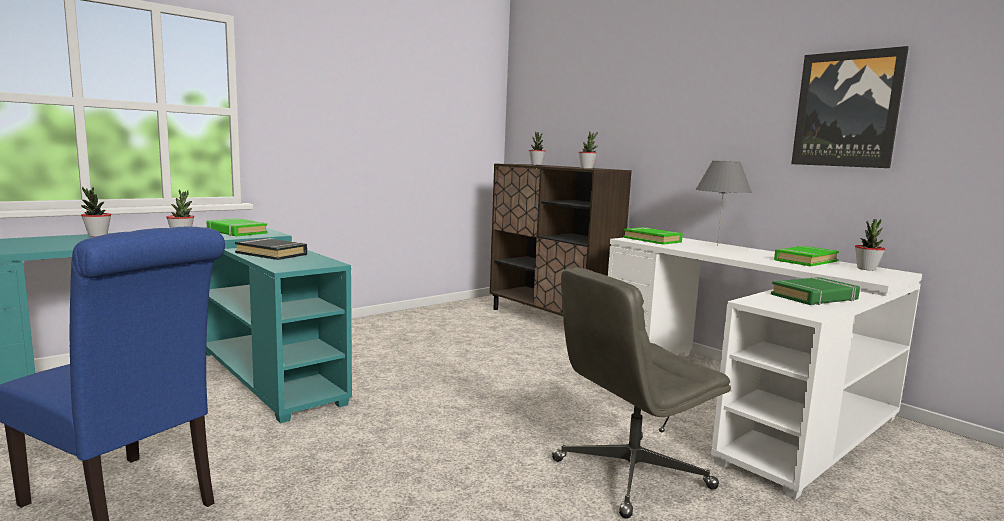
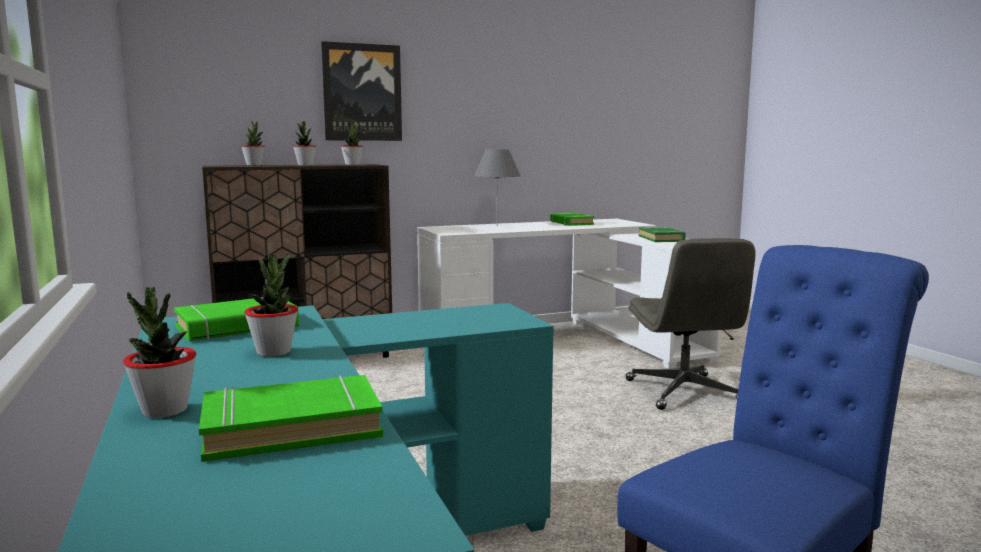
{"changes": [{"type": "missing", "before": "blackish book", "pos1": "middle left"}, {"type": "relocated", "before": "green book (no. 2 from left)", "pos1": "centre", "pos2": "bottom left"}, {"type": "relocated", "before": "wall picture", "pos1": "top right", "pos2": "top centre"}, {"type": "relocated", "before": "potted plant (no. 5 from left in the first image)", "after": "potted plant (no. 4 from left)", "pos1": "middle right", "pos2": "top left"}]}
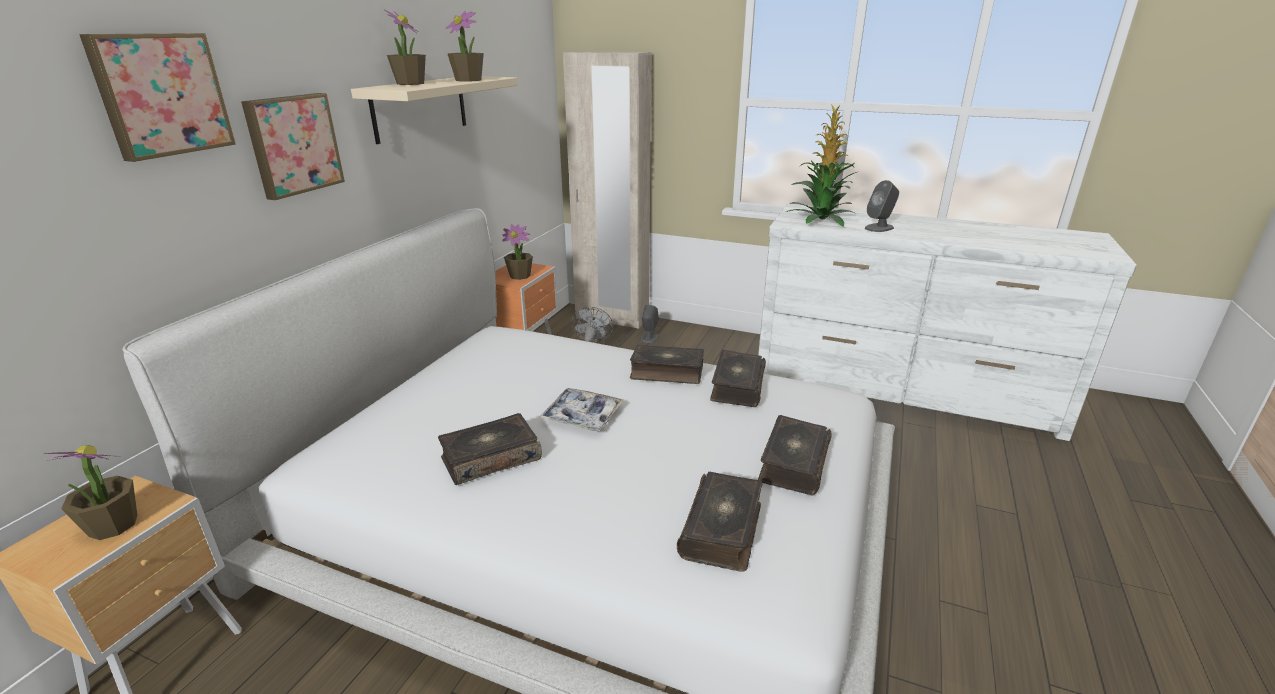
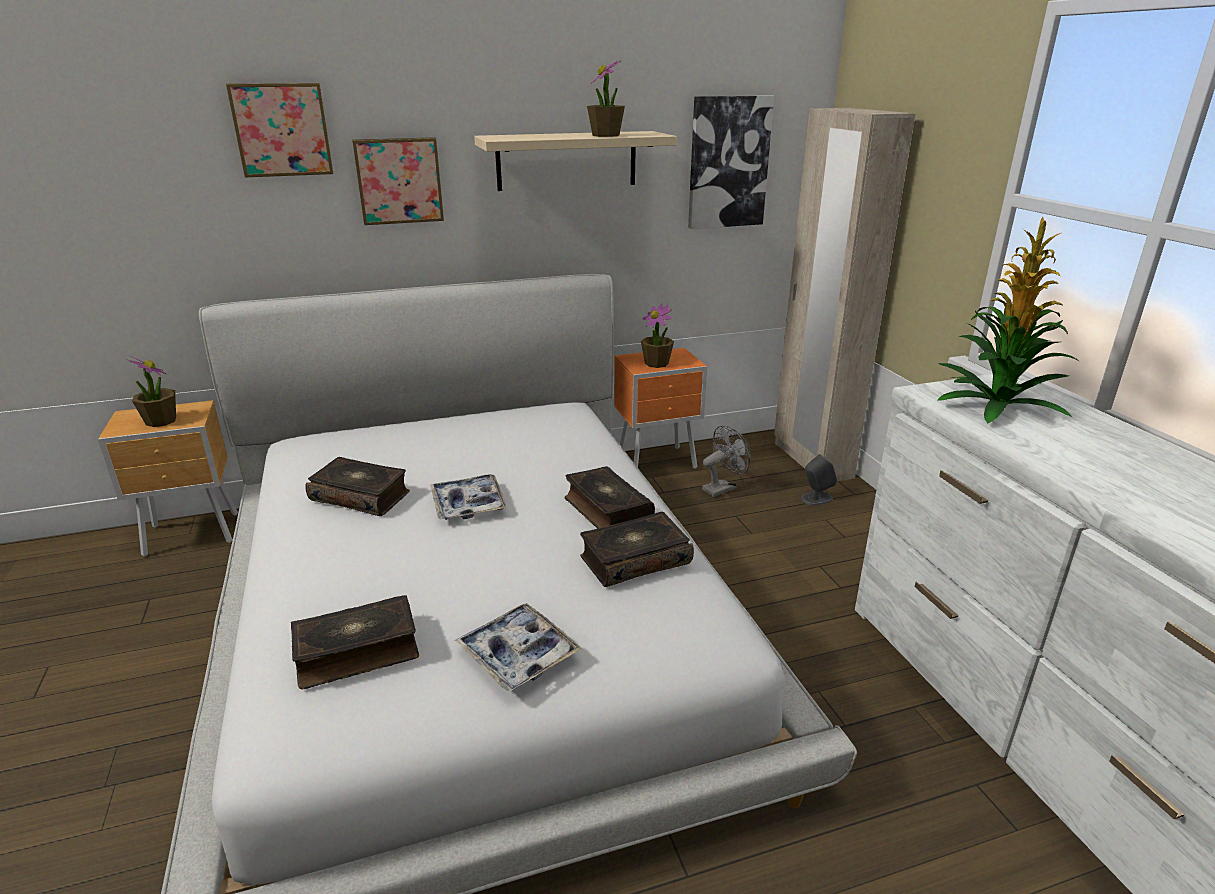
{"changes": [{"type": "missing", "before": "potted plant (no. 2 from left)", "pos1": "top left"}, {"type": "missing", "before": "greyish speaker (no. 2 from left)", "pos1": "top right"}, {"type": "appeared", "after": "wall picture (no. 3 from left)", "pos2": "top centre"}, {"type": "exchanged", "before": "book (no. 5 from left)", "after": "serving tray (no. 2 from left)", "pos1": "centre", "pos2": "bottom centre"}]}
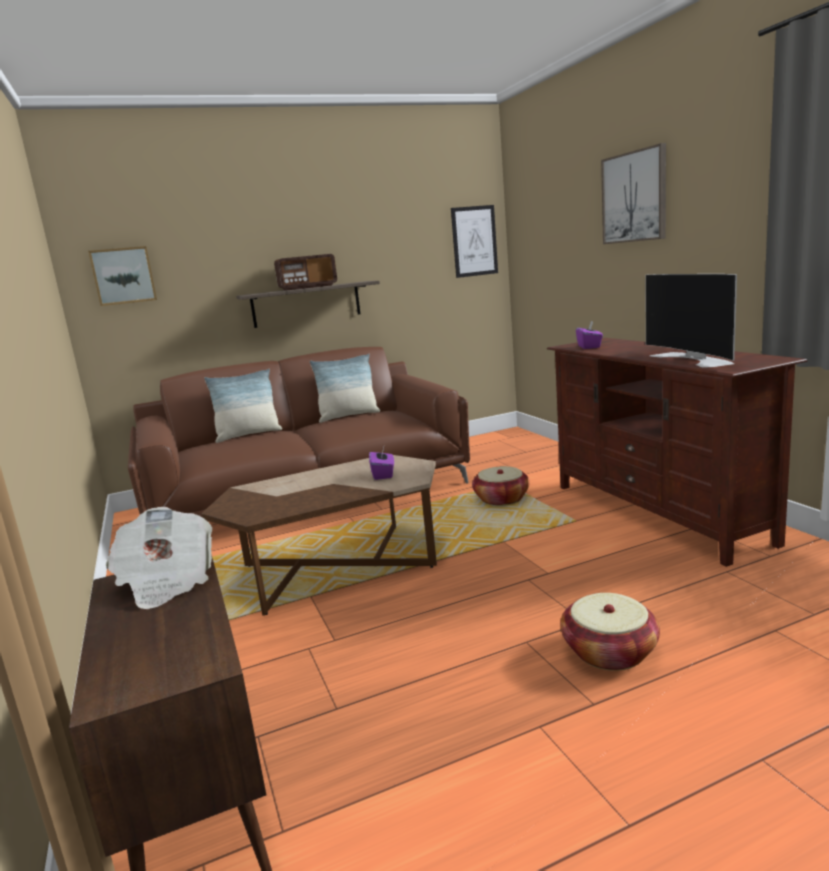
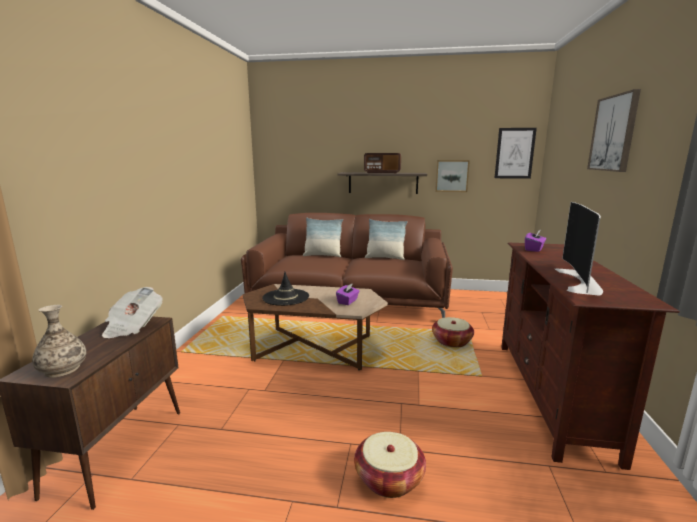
{"changes": [{"type": "appeared", "after": "decorative vase", "pos2": "middle left"}, {"type": "appeared", "after": "blackish hat", "pos2": "centre"}, {"type": "relocated", "before": "wall picture (no. 1 from left)", "pos1": "top left", "pos2": "centre"}]}
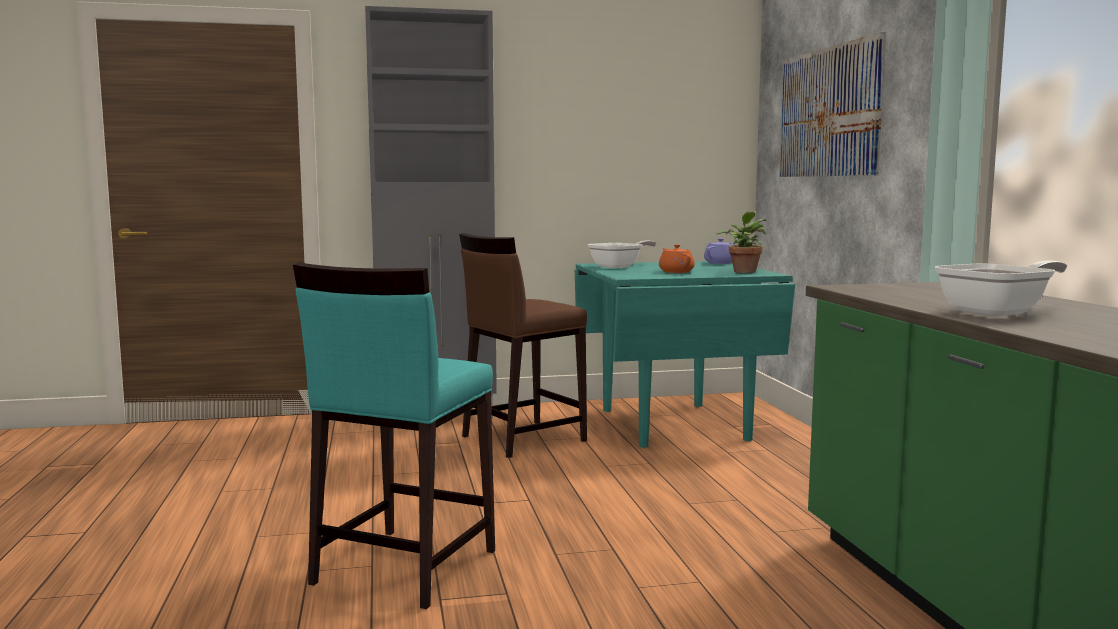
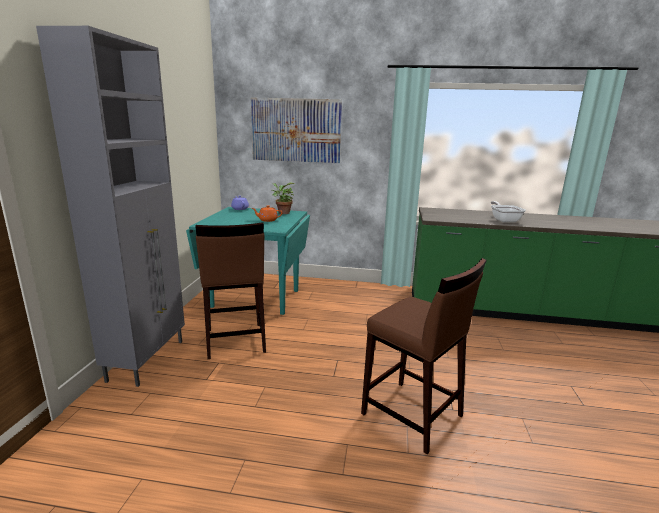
{"changes": [{"type": "missing", "before": "skillet (no. 1 from left)", "pos1": "centre"}, {"type": "colour", "before": "turquoise-coloured stool", "after": "brownish stool (no. 2 from left)", "pos1": "bottom centre", "pos2": "bottom centre"}]}
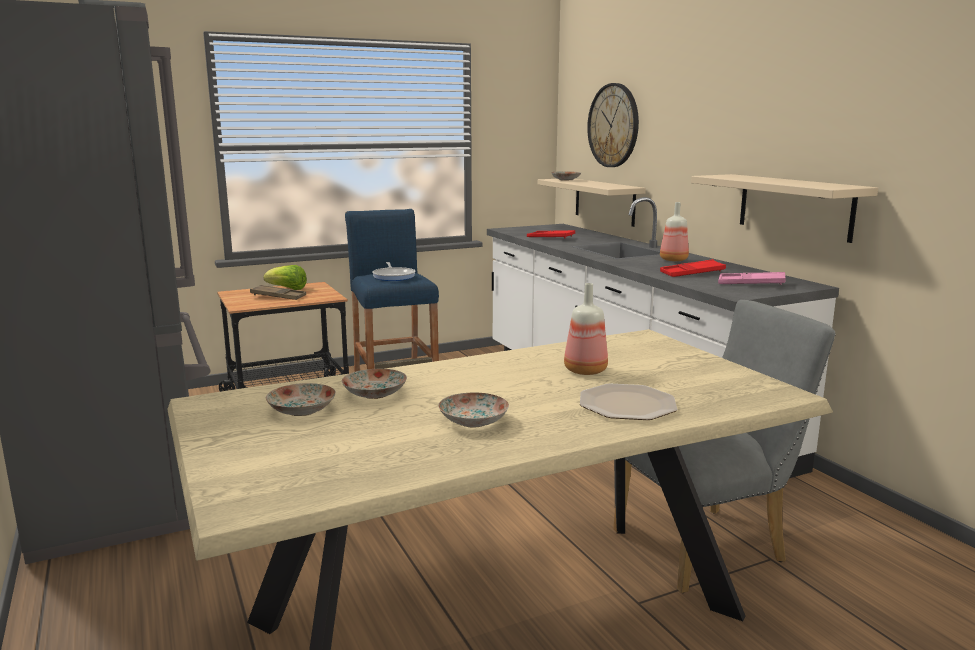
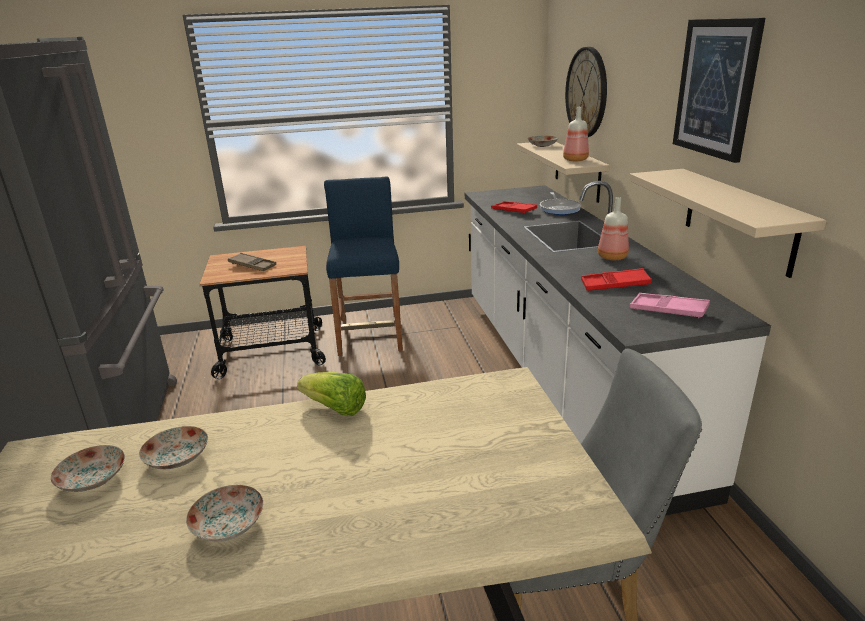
{"changes": [{"type": "missing", "before": "flat dish (no. 5 from left)", "pos1": "centre"}, {"type": "appeared", "after": "wall picture", "pos2": "top right"}, {"type": "relocated", "before": "head of lettuce", "pos1": "middle left", "pos2": "centre"}, {"type": "relocated", "before": "skillet", "pos1": "centre", "pos2": "top centre"}, {"type": "relocated", "before": "bottle (no. 1 from left)", "pos1": "centre", "pos2": "top centre"}]}
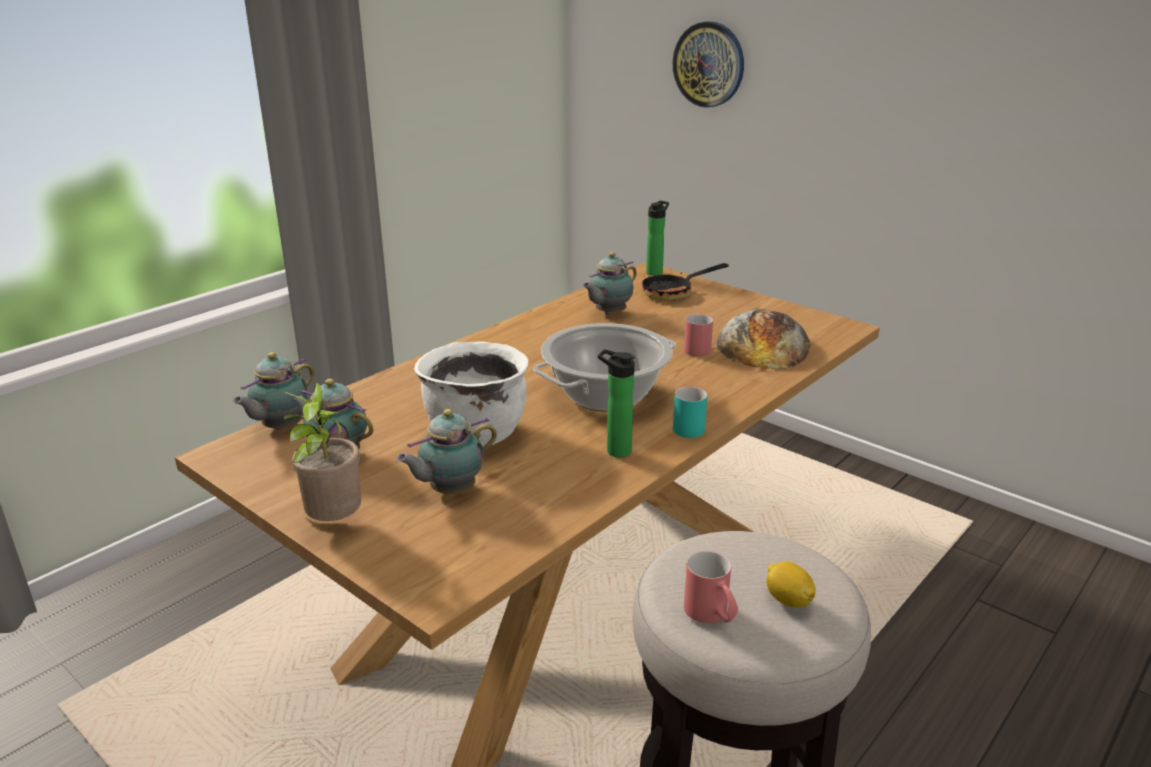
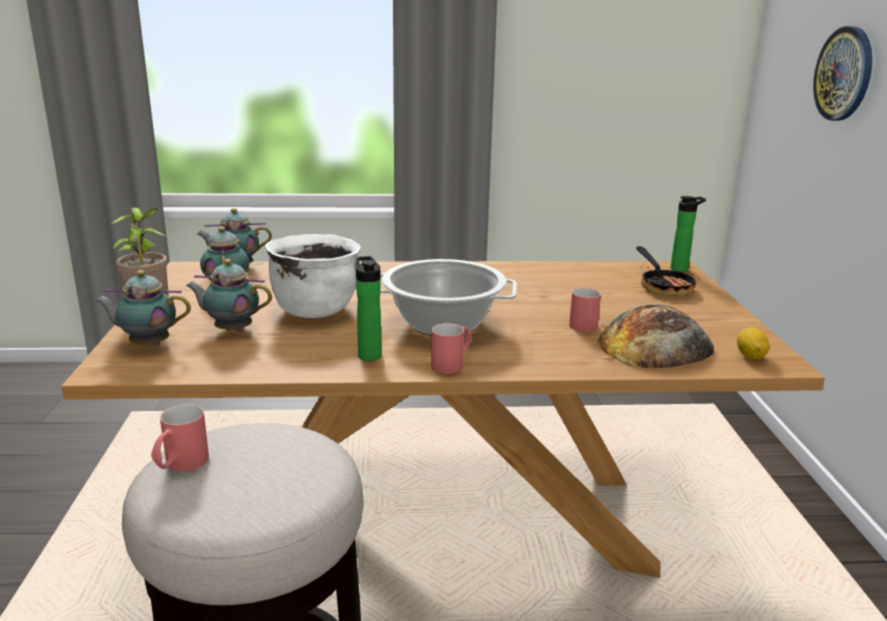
{"changes": [{"type": "relocated", "before": "teapot (no. 4 from left in the first image)", "after": "teapot (no. 1 from left)", "pos1": "centre", "pos2": "middle left"}, {"type": "relocated", "before": "whole lemon", "pos1": "bottom right", "pos2": "middle right"}, {"type": "colour", "before": "turquoise-coloured coffee mug", "after": "red coffee mug (no. 2 from left)", "pos1": "centre", "pos2": "centre"}, {"type": "spun", "before": "skillet", "pos1": "centre", "pos2": "middle right", "turn": -120}]}
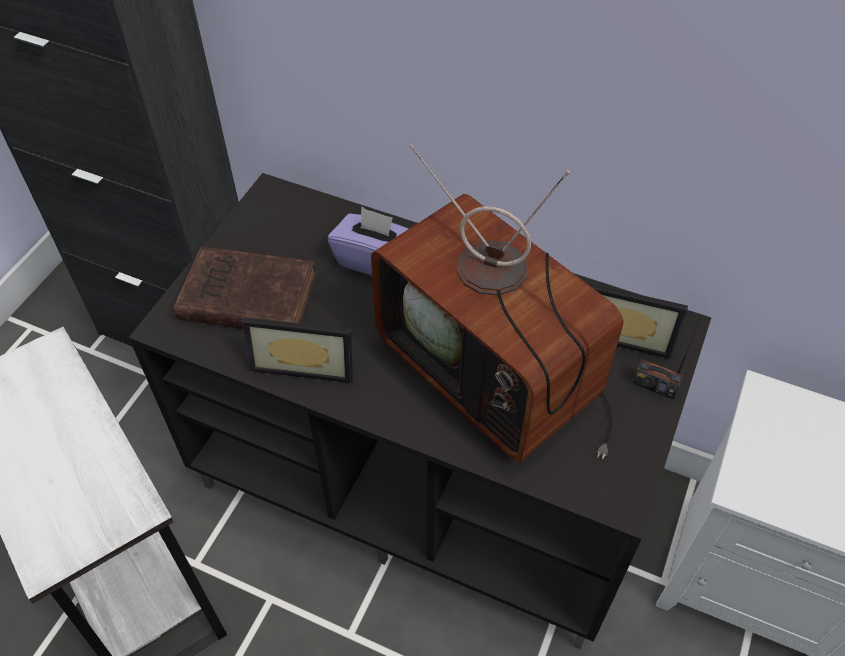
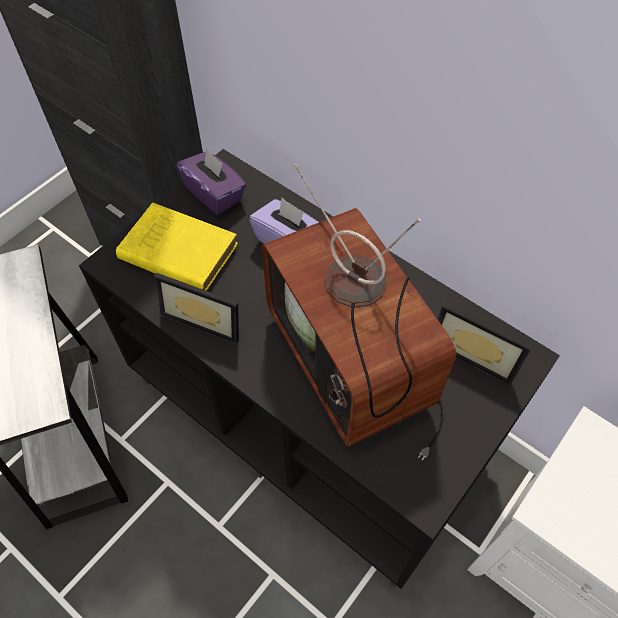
{"changes": [{"type": "missing", "before": "radio receiver", "pos1": "middle right"}, {"type": "appeared", "after": "purple-coloured tissue box (no. 1 from left)", "pos2": "top centre"}, {"type": "colour", "before": "brownish book", "after": "yellowish book", "pos1": "middle left", "pos2": "middle left"}]}
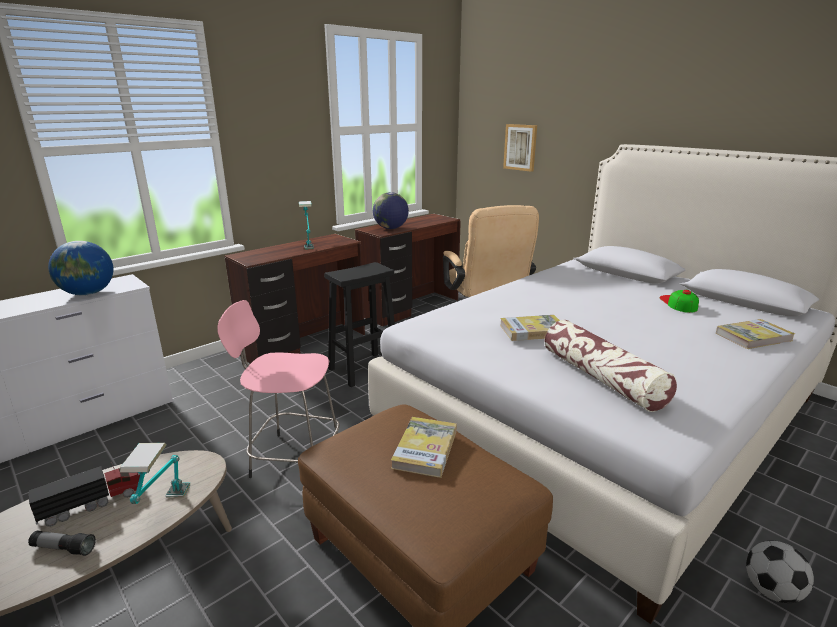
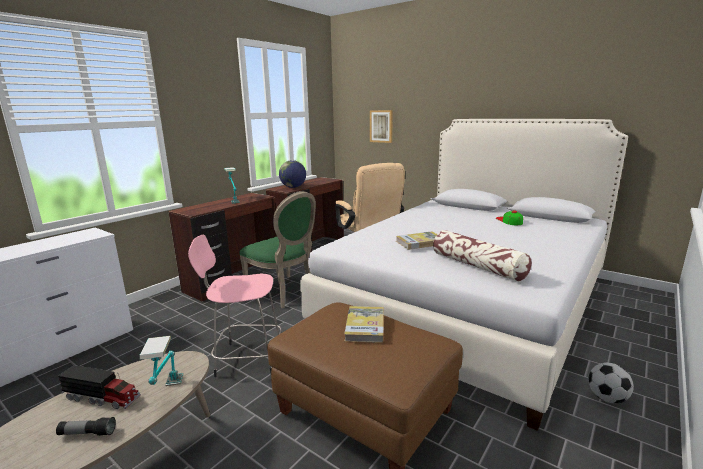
{"changes": [{"type": "missing", "before": "desk globe (no. 1 from left)", "pos1": "middle left"}, {"type": "missing", "before": "book (no. 3 from left)", "pos1": "middle right"}, {"type": "exchanged", "before": "blackish stool", "after": "green upright chair", "pos1": "centre", "pos2": "centre"}, {"type": "spun", "before": "toy truck", "pos1": "bottom left", "pos2": "bottom left", "turn": 60}]}
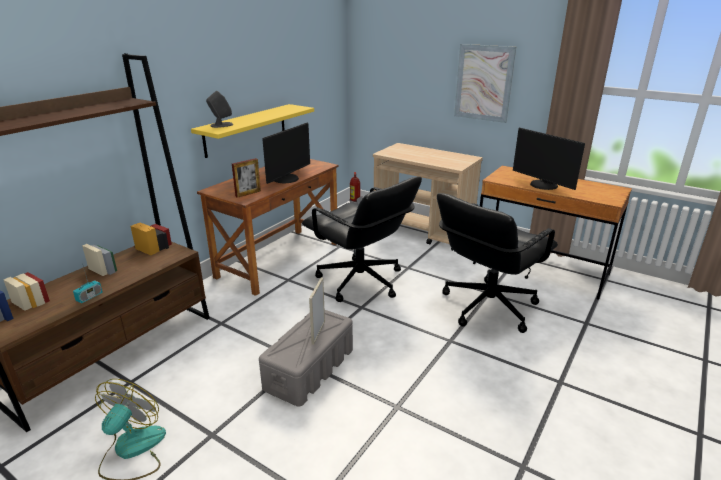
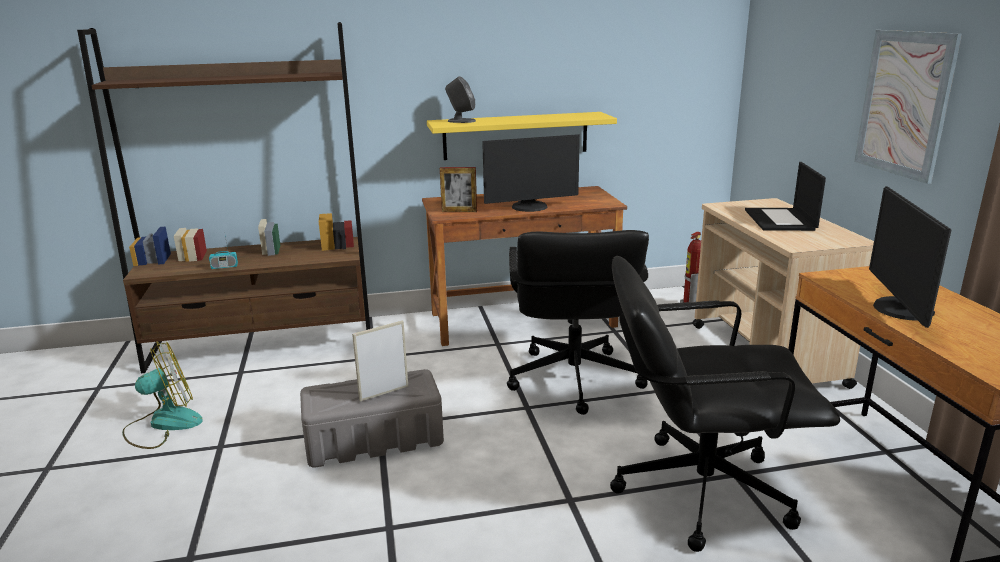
{"changes": [{"type": "appeared", "after": "portable computer", "pos2": "middle right"}]}
